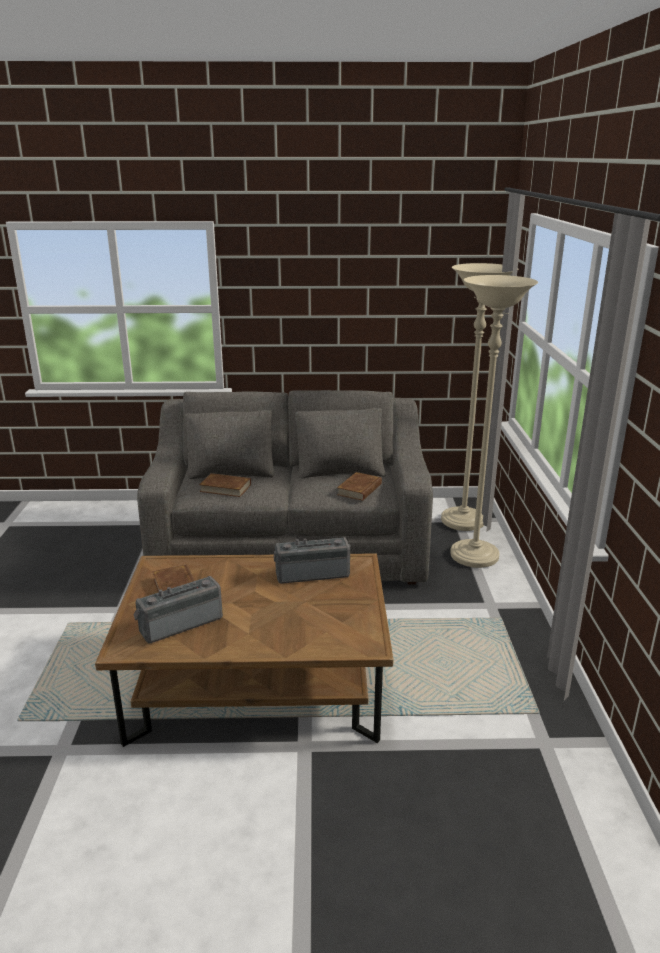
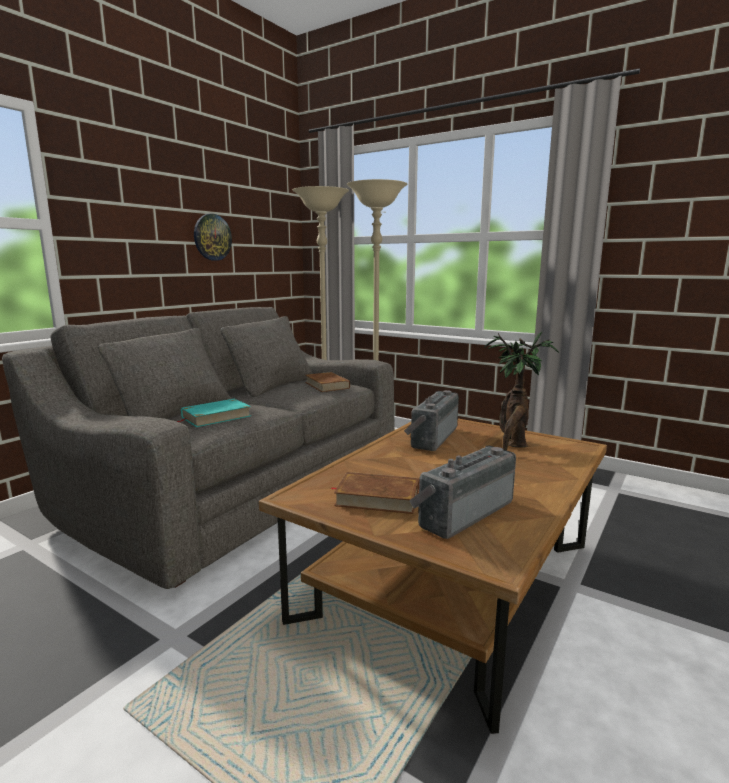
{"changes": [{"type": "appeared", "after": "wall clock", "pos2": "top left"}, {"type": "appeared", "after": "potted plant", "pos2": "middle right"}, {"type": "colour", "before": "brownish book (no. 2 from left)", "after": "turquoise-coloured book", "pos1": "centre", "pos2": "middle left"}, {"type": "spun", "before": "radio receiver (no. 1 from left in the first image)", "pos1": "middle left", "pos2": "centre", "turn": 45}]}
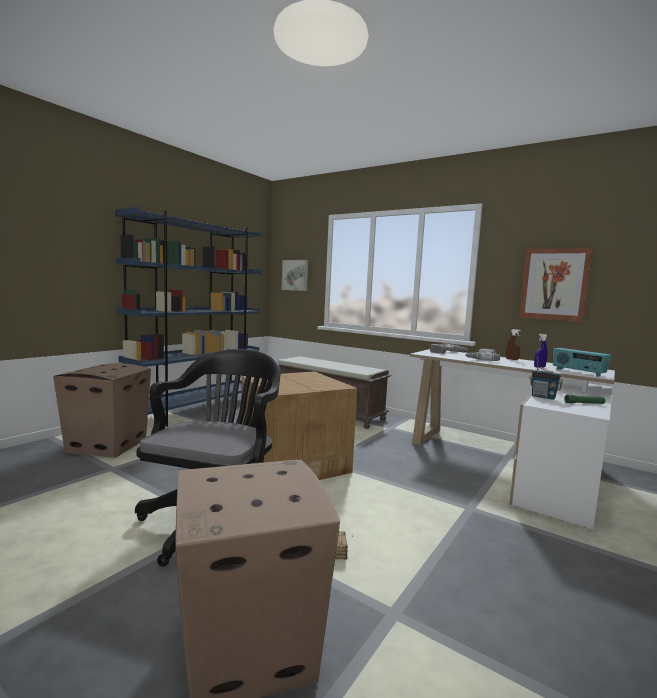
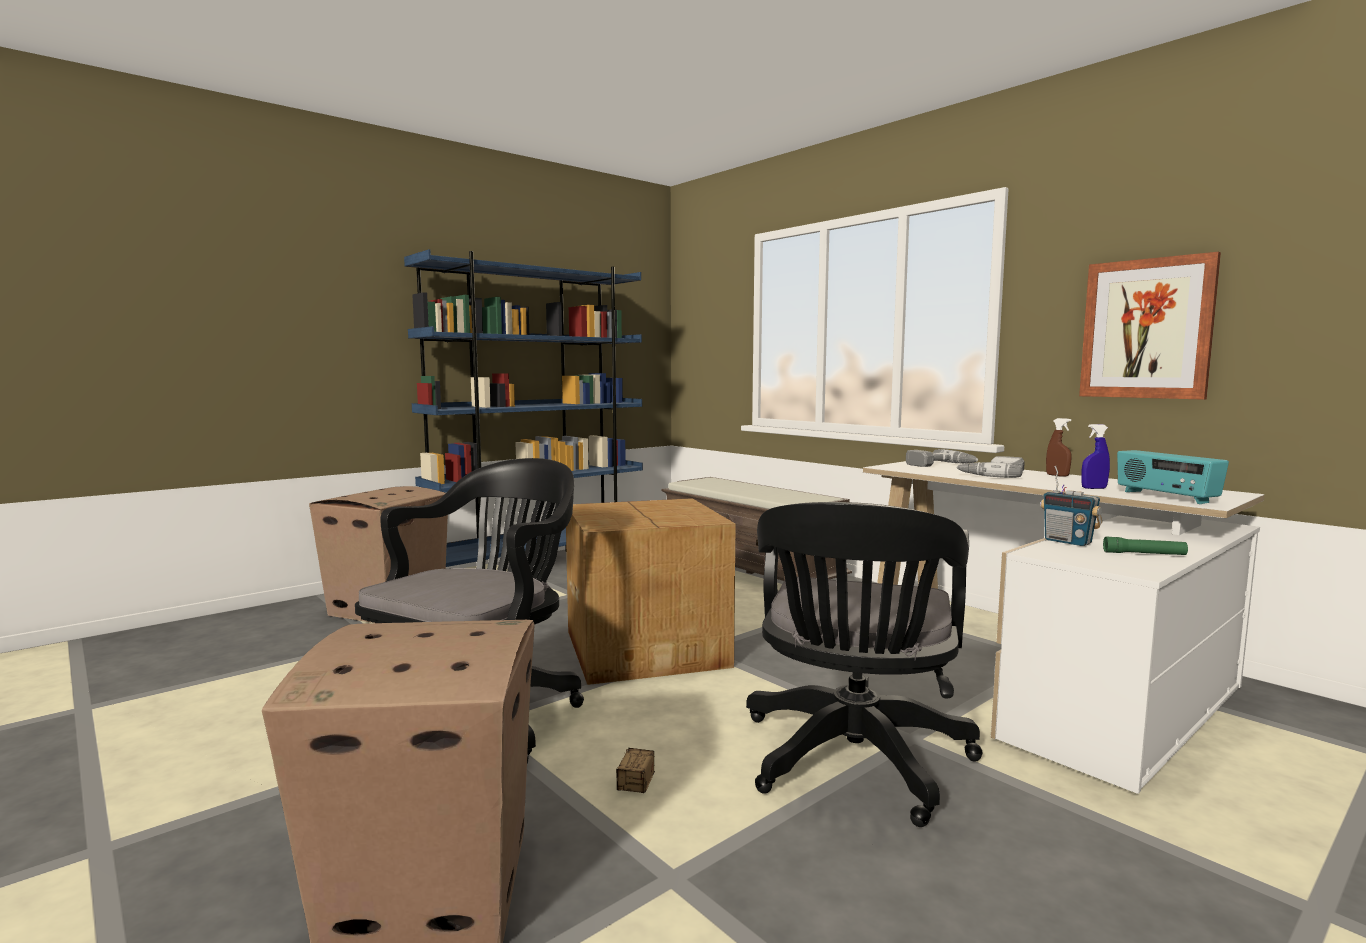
{"changes": [{"type": "missing", "before": "wall picture (no. 1 from left)", "pos1": "centre"}, {"type": "appeared", "after": "blackish computer chair (no. 2 from left)", "pos2": "bottom centre"}]}
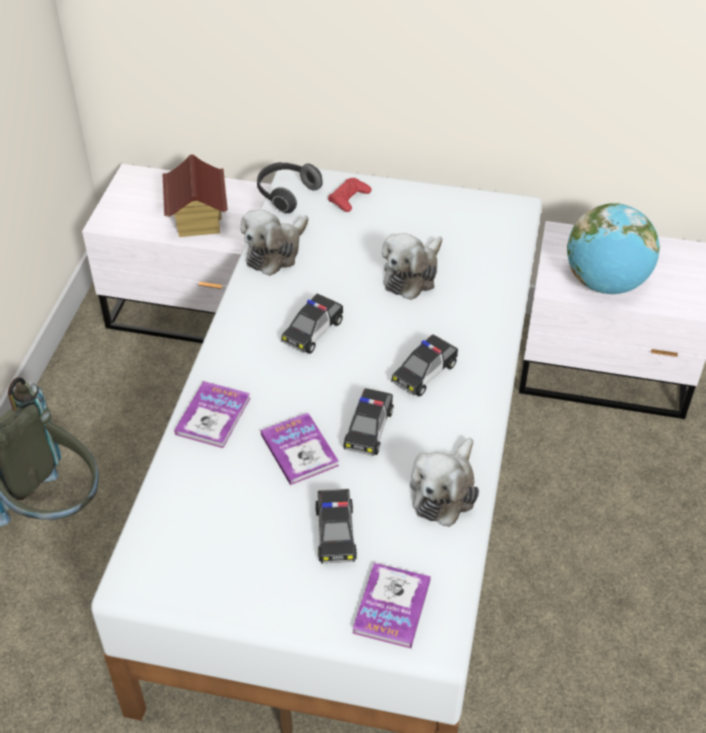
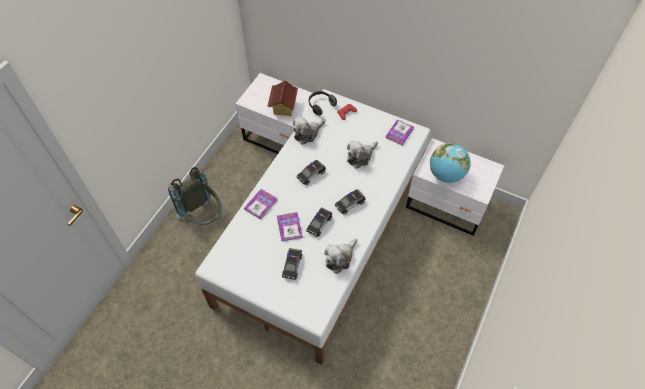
{"changes": [{"type": "relocated", "before": "book (no. 3 from left)", "pos1": "bottom centre", "pos2": "centre"}]}
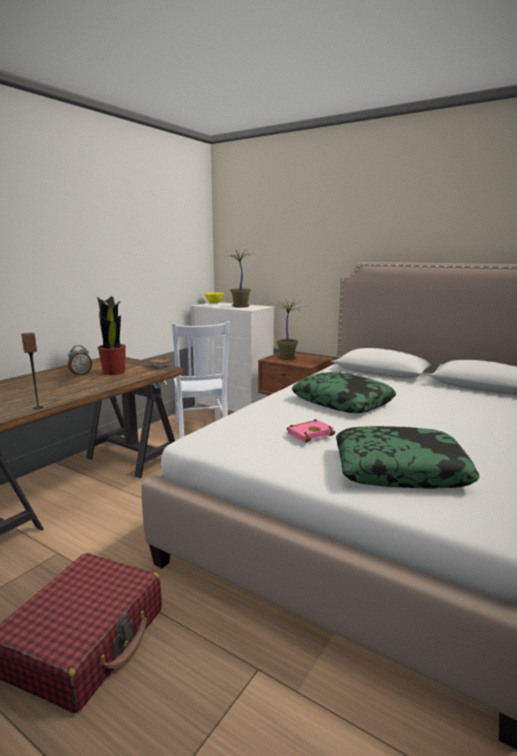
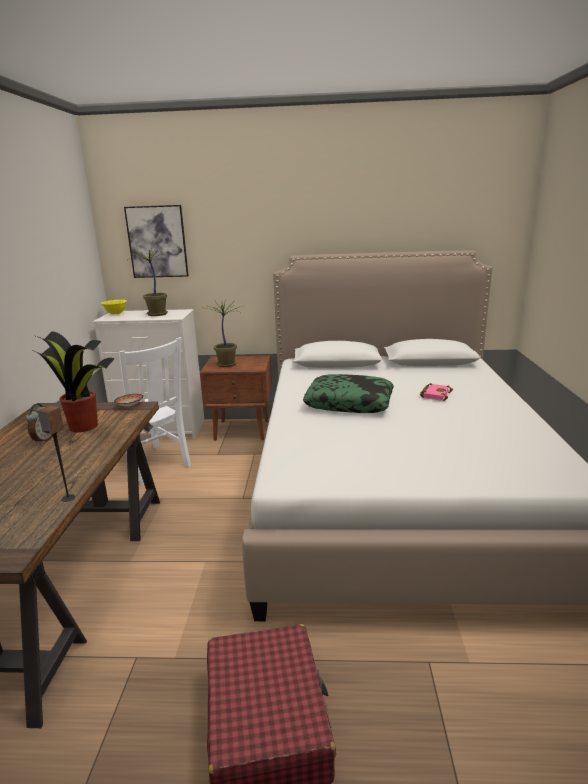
{"changes": [{"type": "missing", "before": "pillow (no. 2 from left)", "pos1": "middle right"}, {"type": "appeared", "after": "wall picture", "pos2": "top left"}, {"type": "relocated", "before": "pinkish book", "pos1": "centre", "pos2": "middle right"}]}
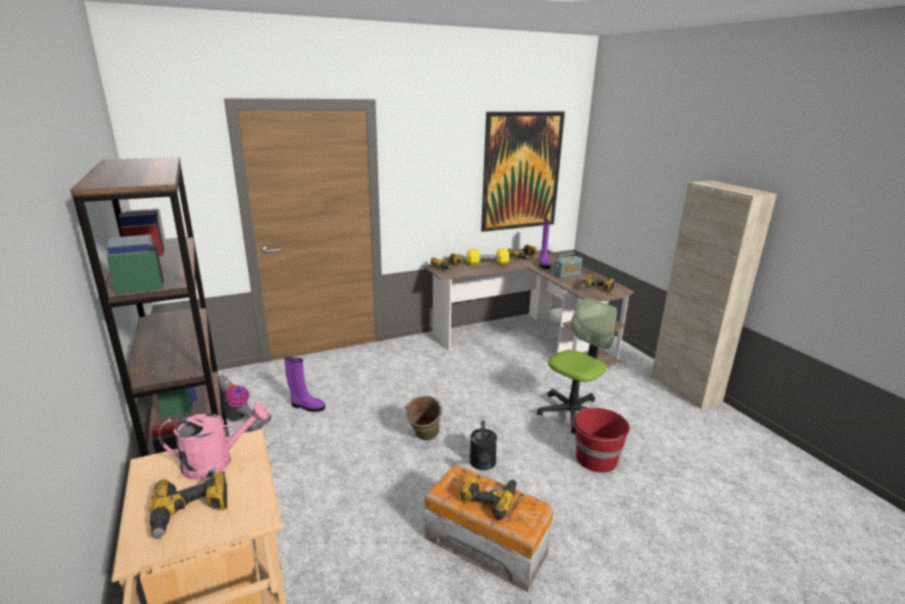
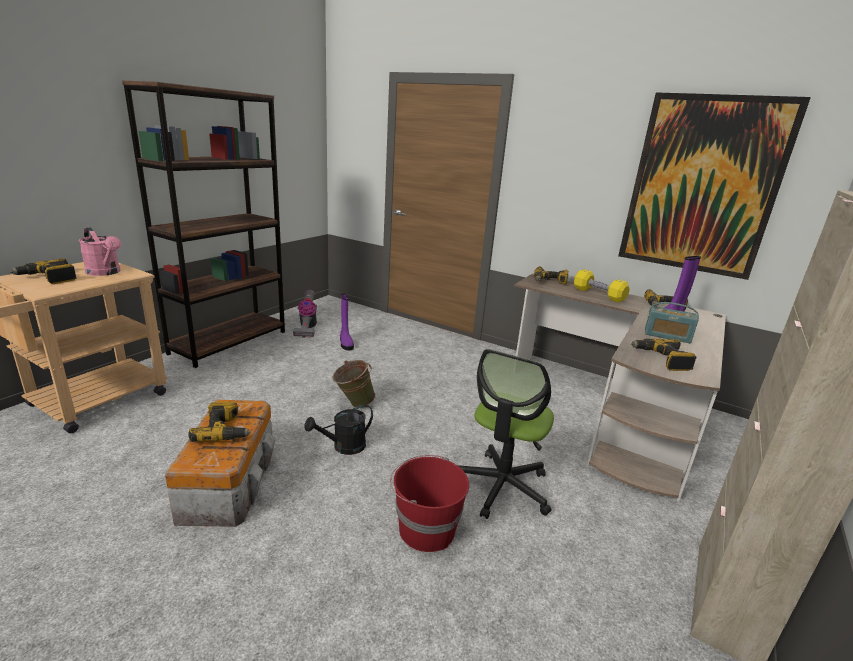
{"changes": [{"type": "spun", "before": "computer chair", "pos1": "centre", "pos2": "centre", "turn": 105}]}
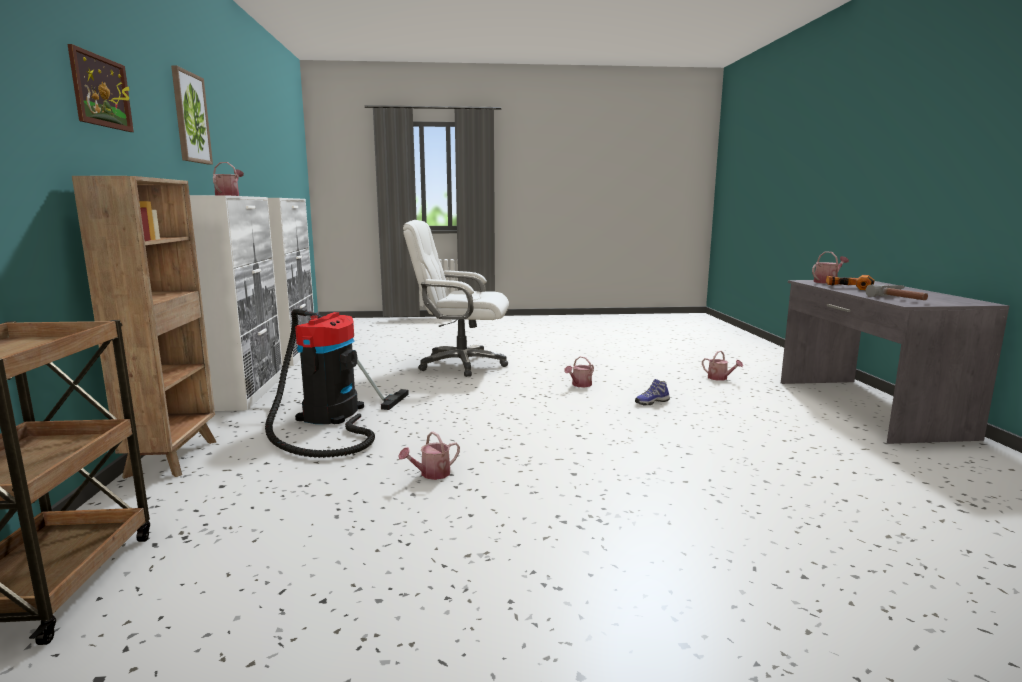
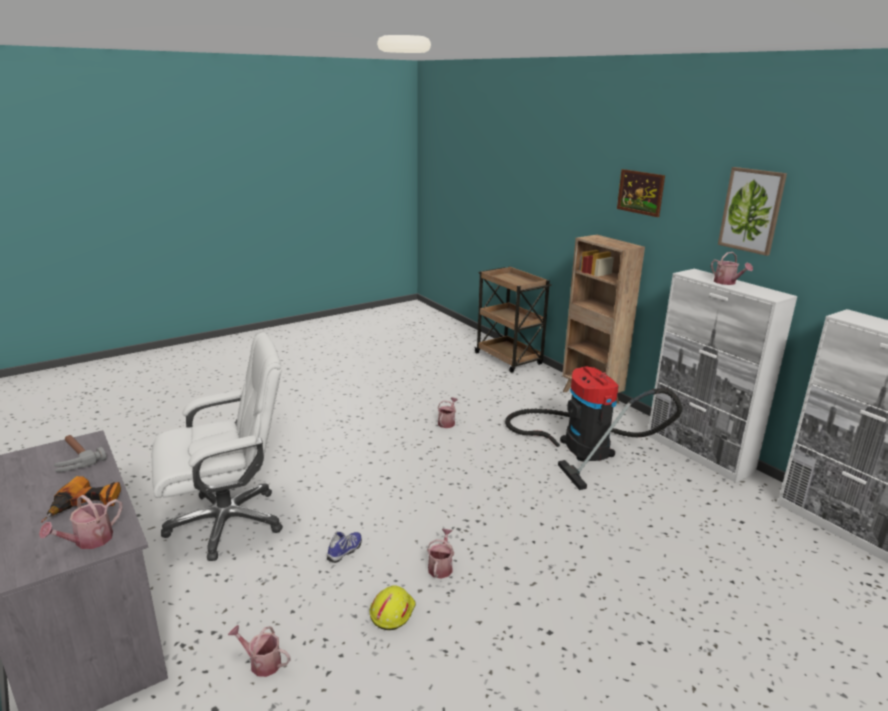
{"changes": [{"type": "appeared", "after": "yellowish hard hat", "pos2": "bottom centre"}, {"type": "relocated", "before": "white computer chair", "pos1": "centre", "pos2": "middle left"}]}
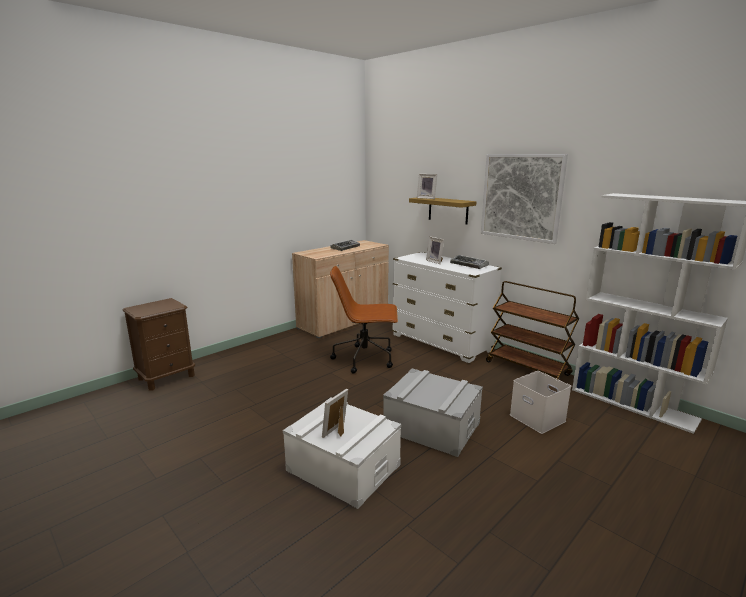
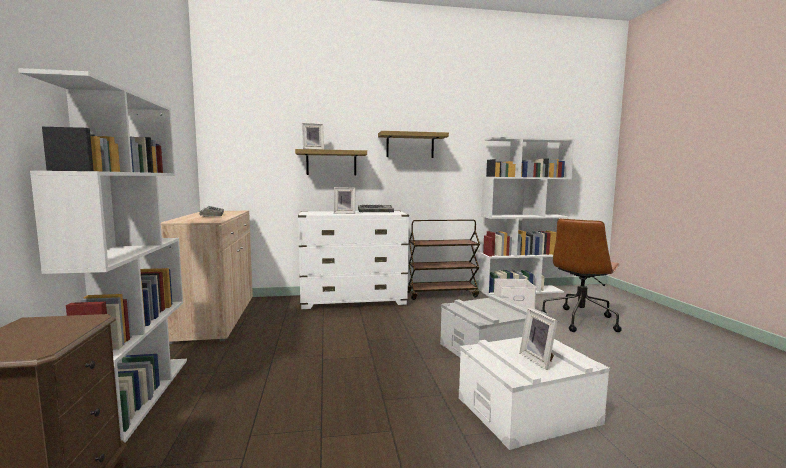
{"changes": [{"type": "appeared", "after": "white shelving unit (no. 1 from left)", "pos2": "middle left"}, {"type": "relocated", "before": "brownish computer chair", "pos1": "centre", "pos2": "middle right"}, {"type": "exchanged", "before": "wall picture", "after": "bracket shelf (no. 2 from left)", "pos1": "middle right", "pos2": "top centre"}]}
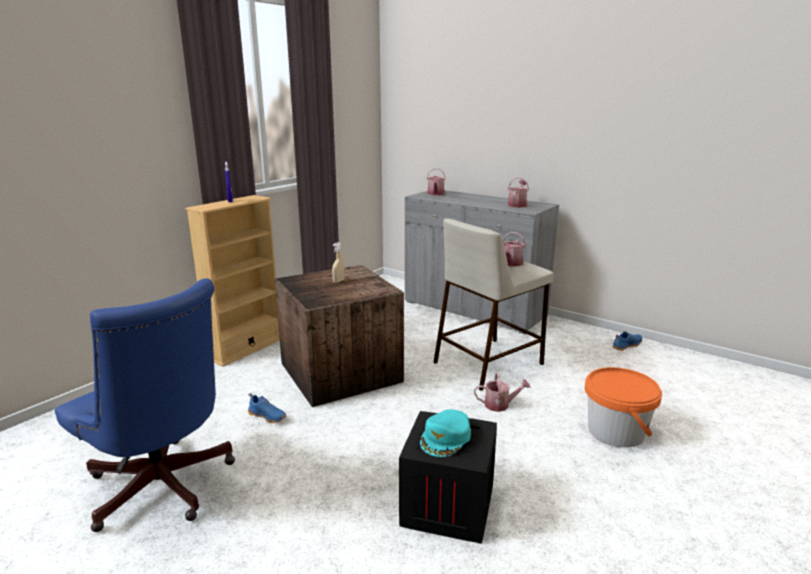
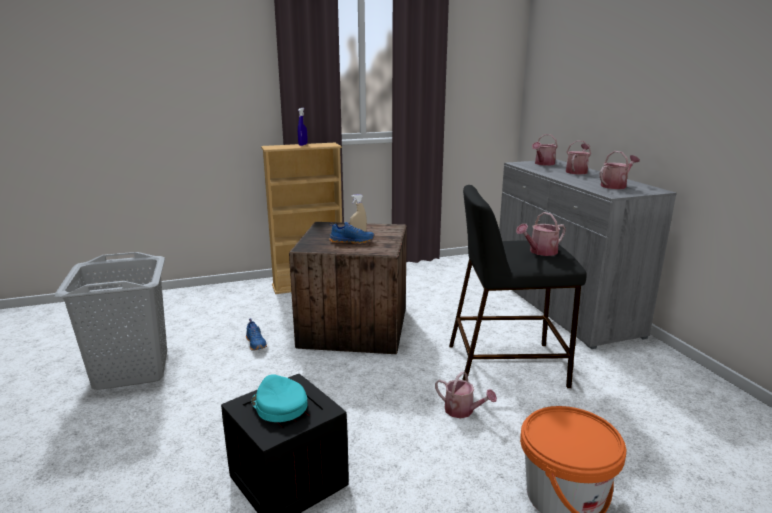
{"changes": [{"type": "appeared", "after": "watering pot (no. 4 from left)", "pos2": "top right"}, {"type": "relocated", "before": "blue-coloured item of footwear (no. 2 from left)", "pos1": "middle right", "pos2": "centre"}, {"type": "exchanged", "before": "blue-coloured computer chair", "after": "greyish laundry basket", "pos1": "bottom left", "pos2": "middle left"}, {"type": "colour", "before": "beige-coloured stool", "after": "blackish stool", "pos1": "centre", "pos2": "middle right"}, {"type": "spun", "before": "turquoise-coloured cap", "pos1": "bottom centre", "pos2": "bottom centre", "turn": 75}]}
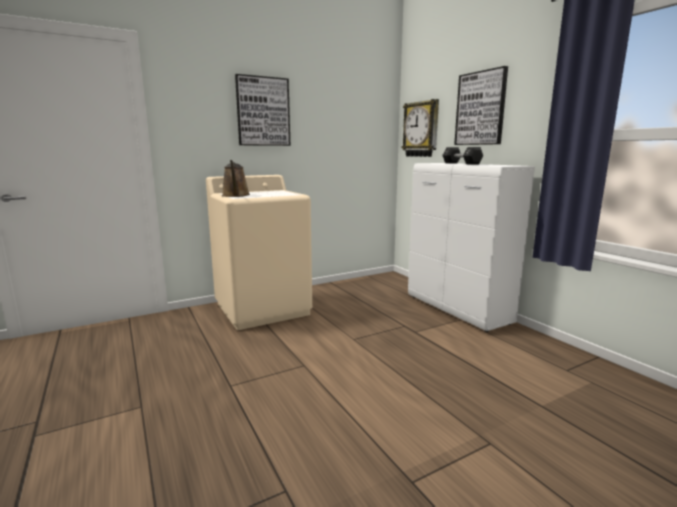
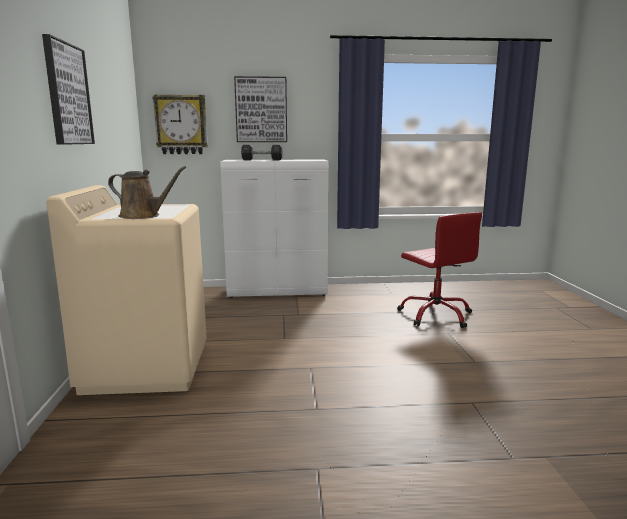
{"changes": [{"type": "appeared", "after": "red computer chair", "pos2": "middle right"}]}
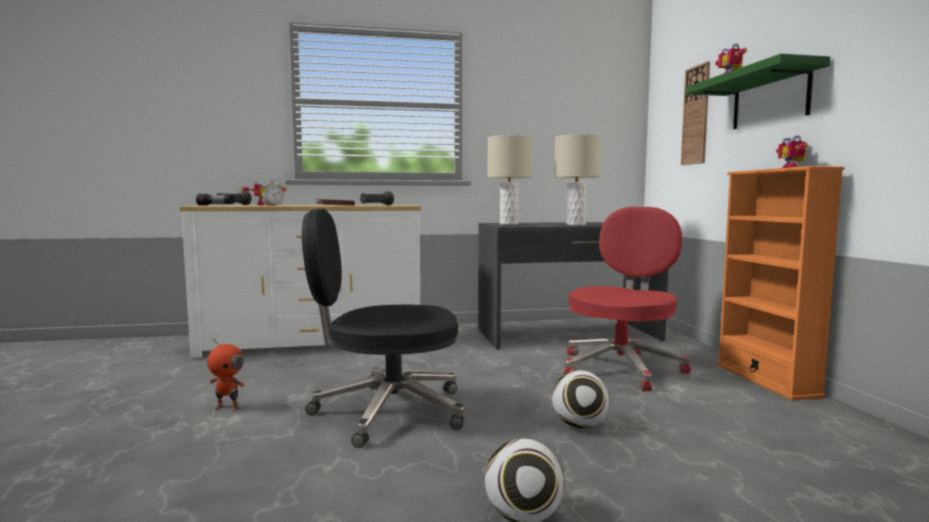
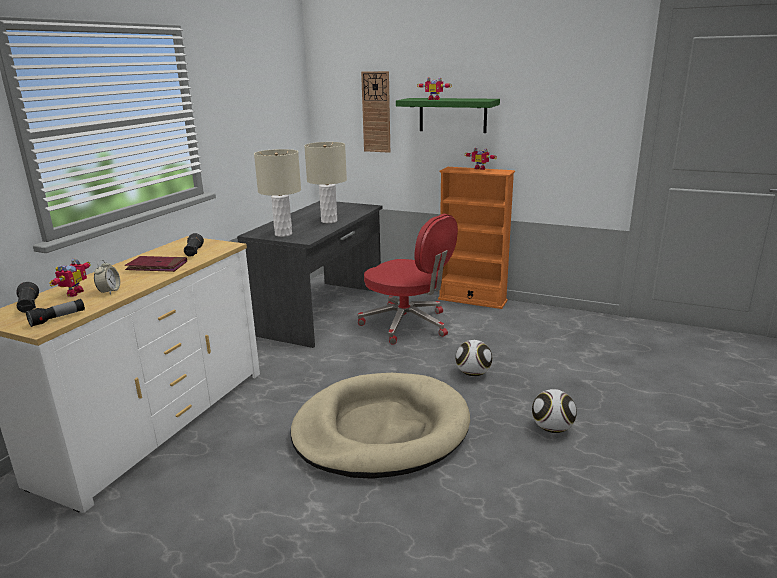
{"changes": [{"type": "missing", "before": "model robot (no. 1 from left)", "pos1": "bottom left"}, {"type": "exchanged", "before": "blackish computer chair", "after": "beige-coloured dog cushion", "pos1": "centre", "pos2": "bottom centre"}, {"type": "spun", "before": "red computer chair", "pos1": "middle right", "pos2": "centre", "turn": 150}]}
